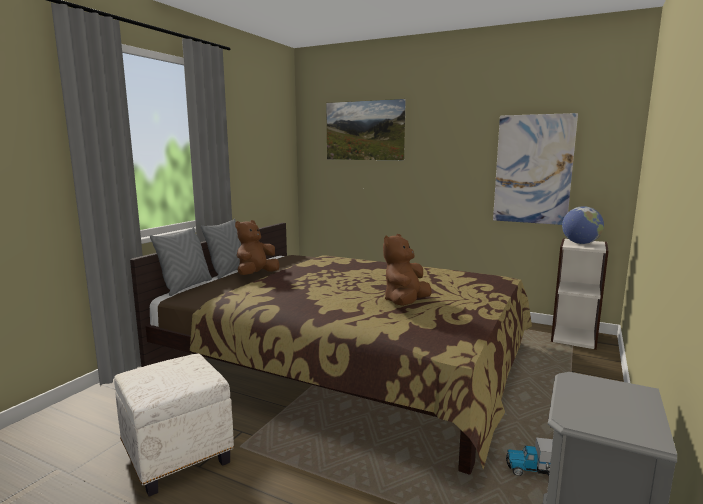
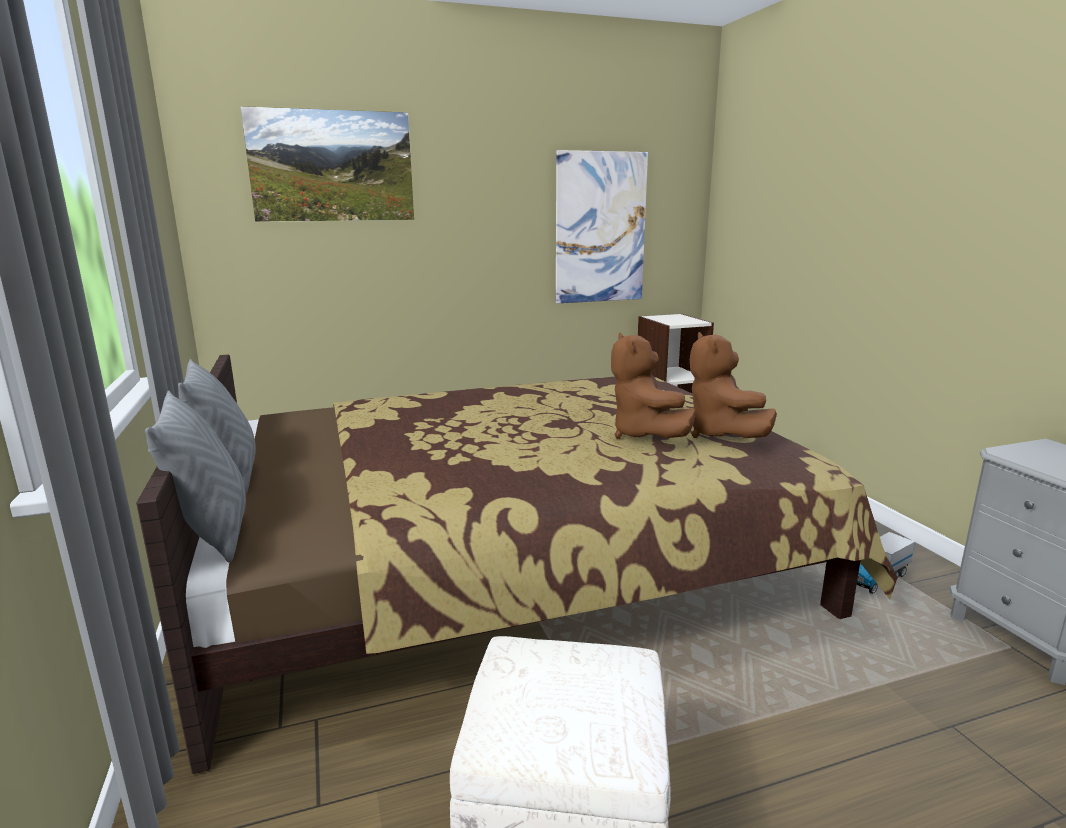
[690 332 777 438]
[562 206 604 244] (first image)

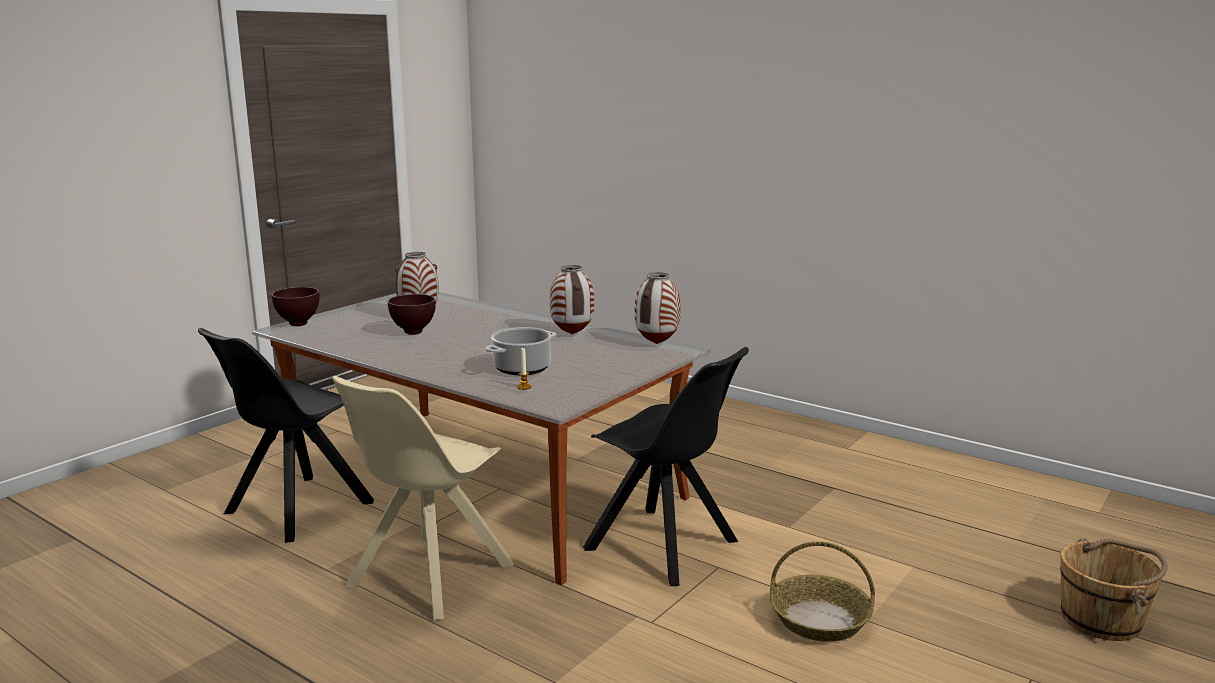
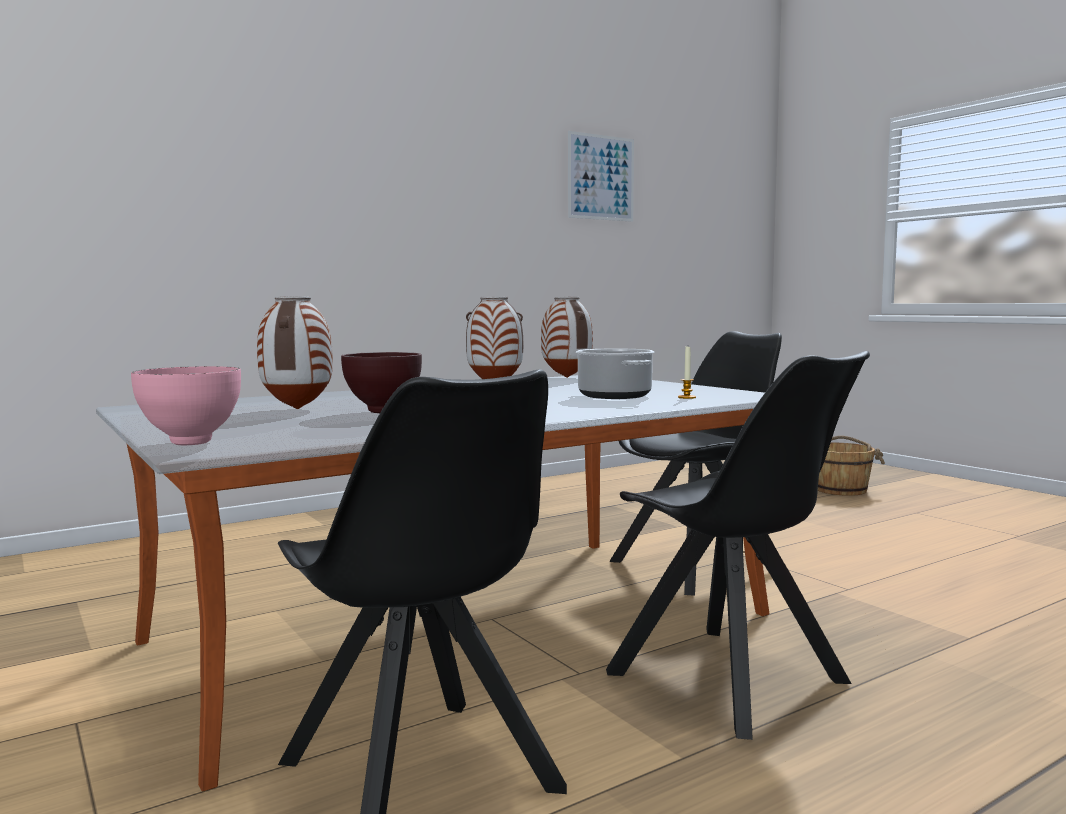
[131 366 241 445]
[568 131 634 222]
[606 351 870 740]
[770 541 875 642] (first image)

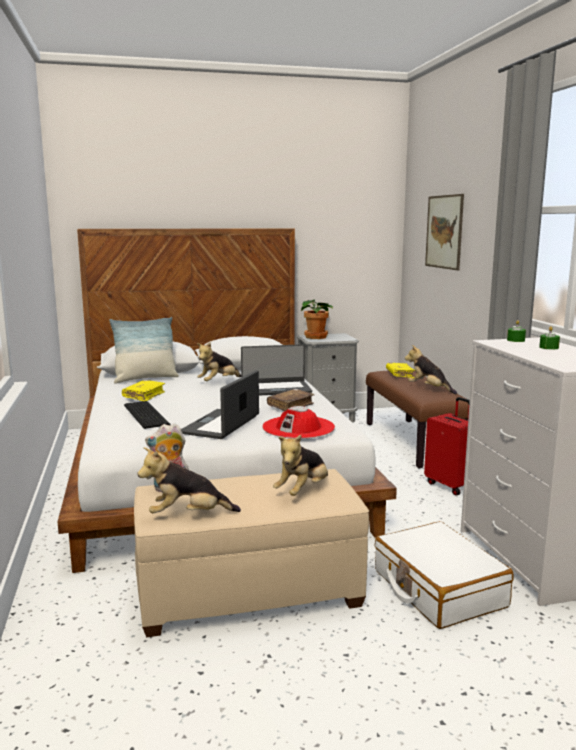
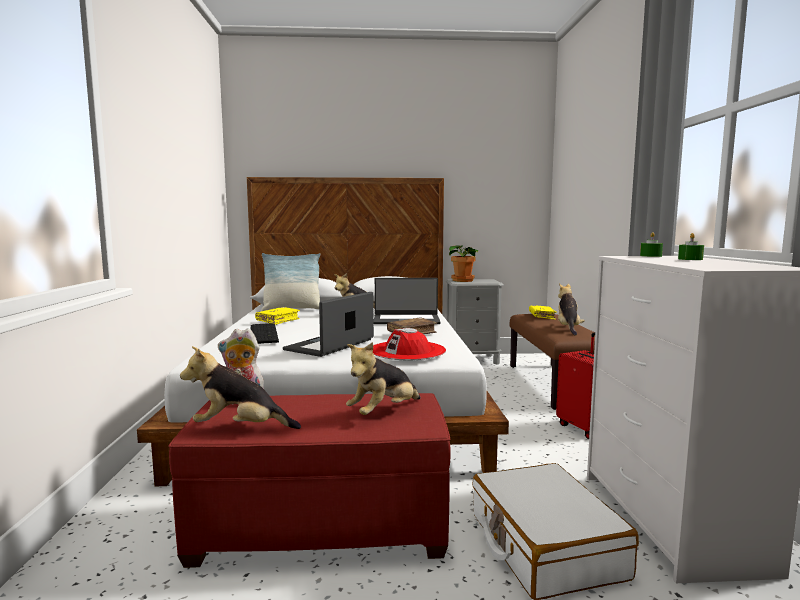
[168 393 451 568]
[558 283 585 336]
[425 194 464 270] (first image)

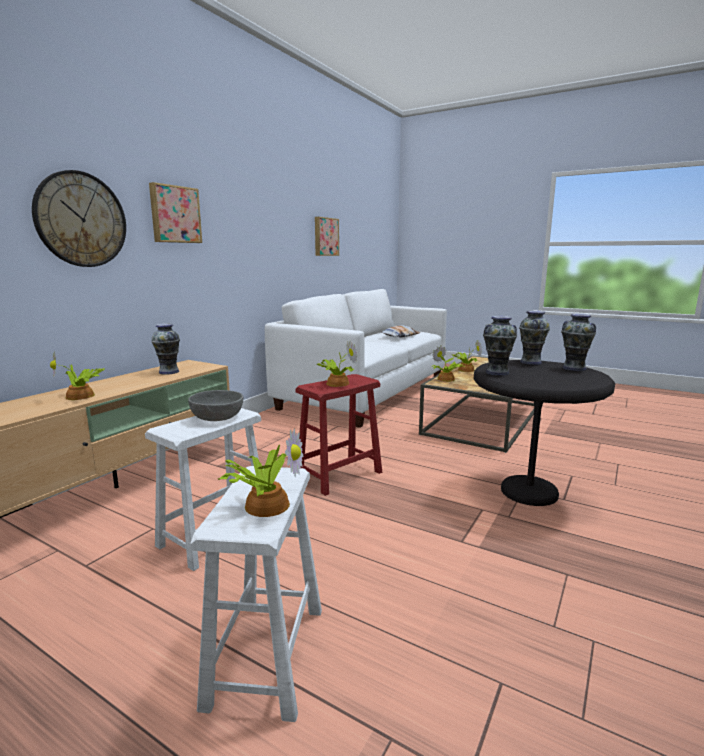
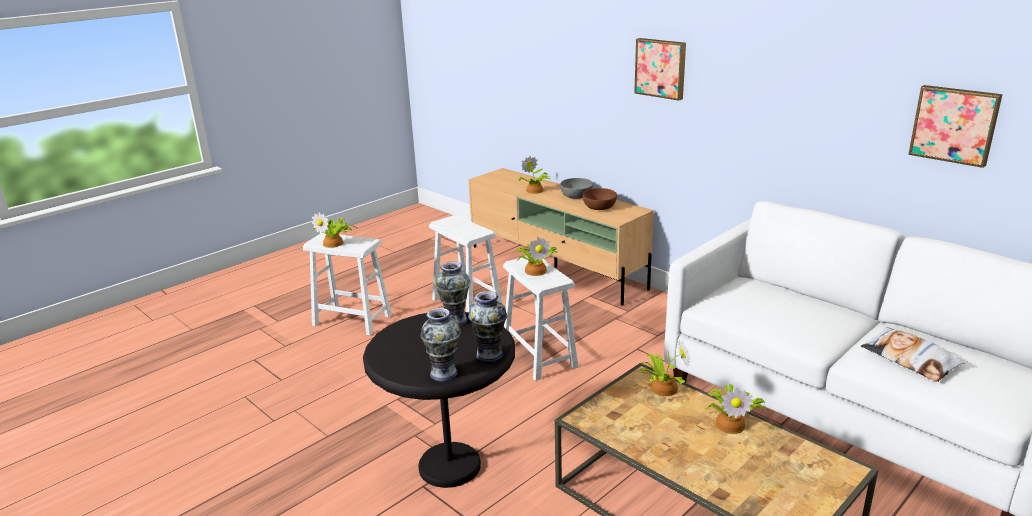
[503 256 579 381]
[560 178 593 199]
[583 188 617 210]
[32 170 126 267] (first image)

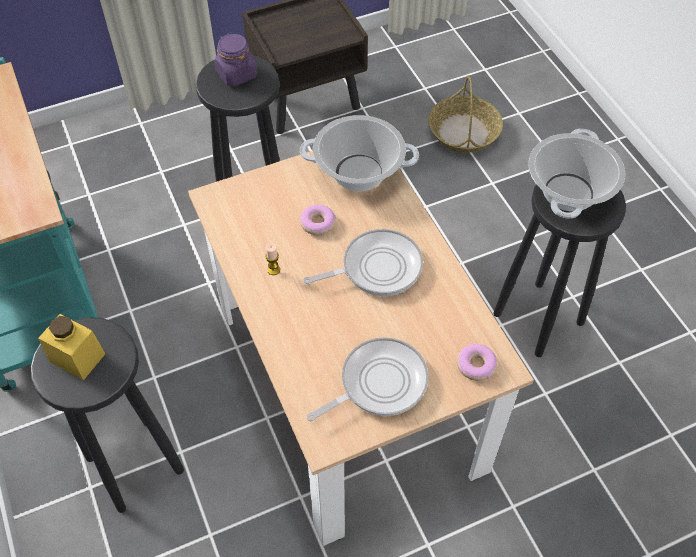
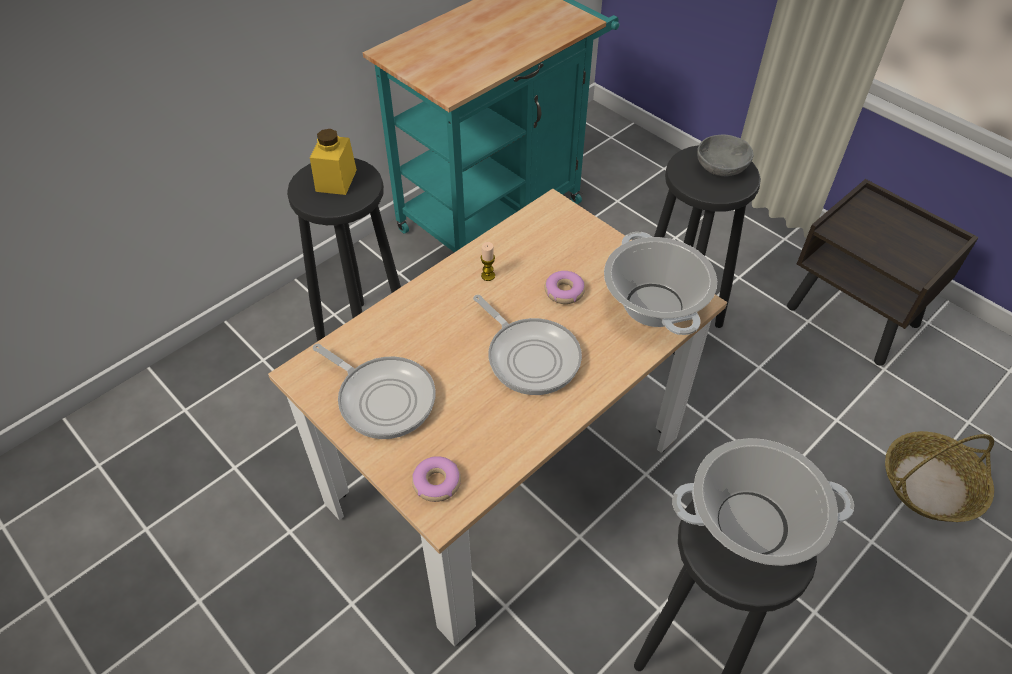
[697 135 754 176]

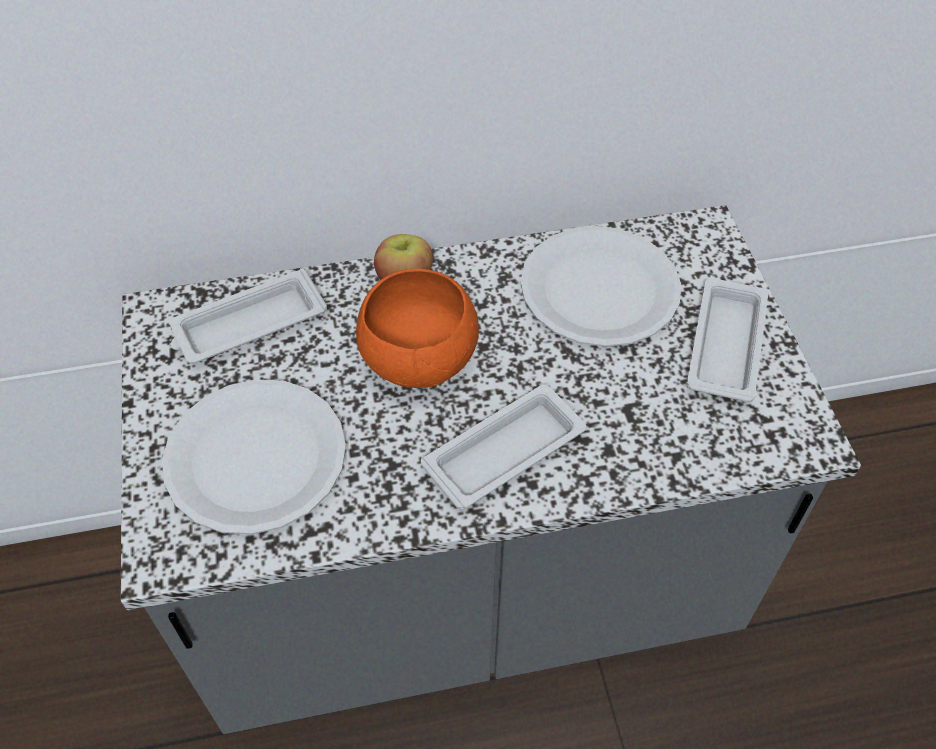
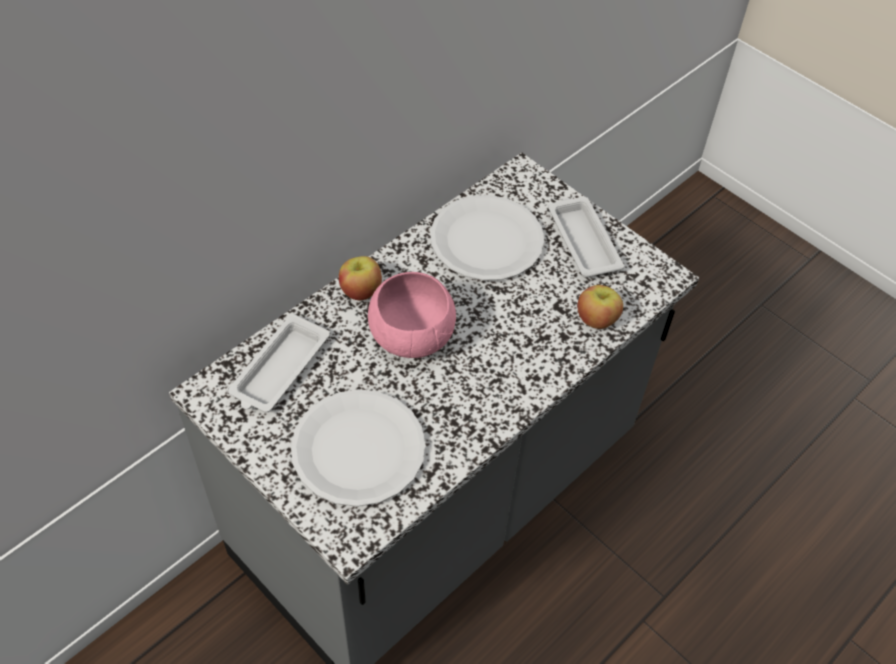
[368 272 456 358]
[577 285 623 329]
[421 385 586 510] (first image)

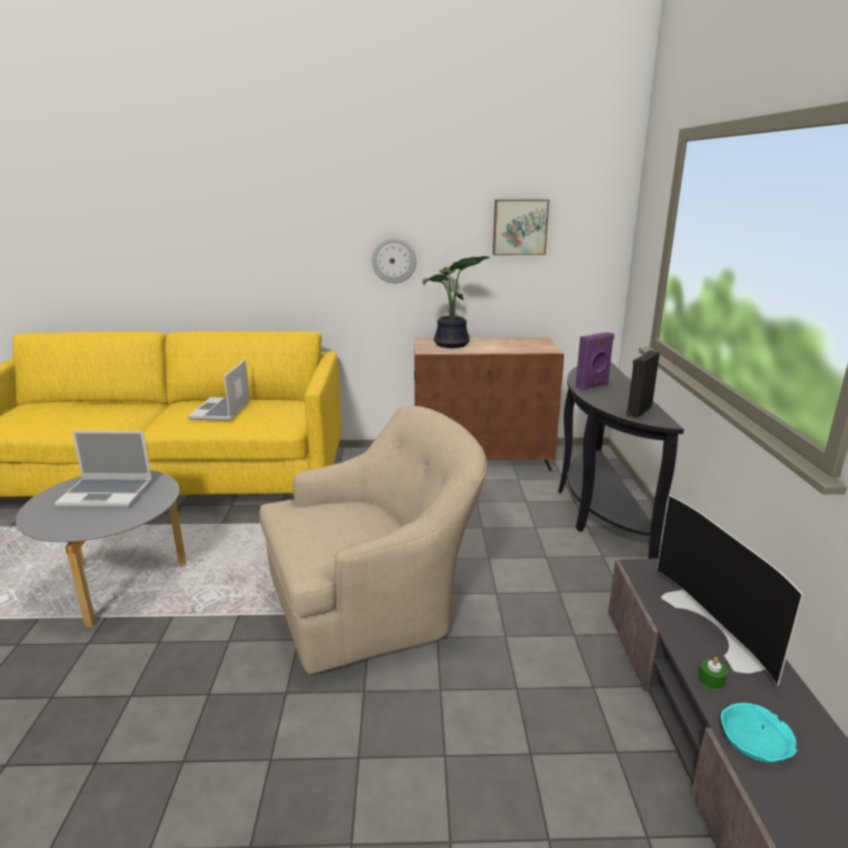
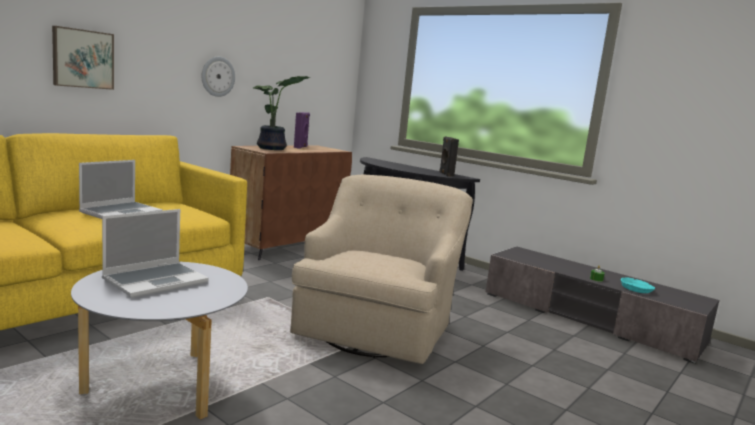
[52 26 114 90]
[79 160 163 219]
[294 112 310 149]
[656 495 803 685] (first image)

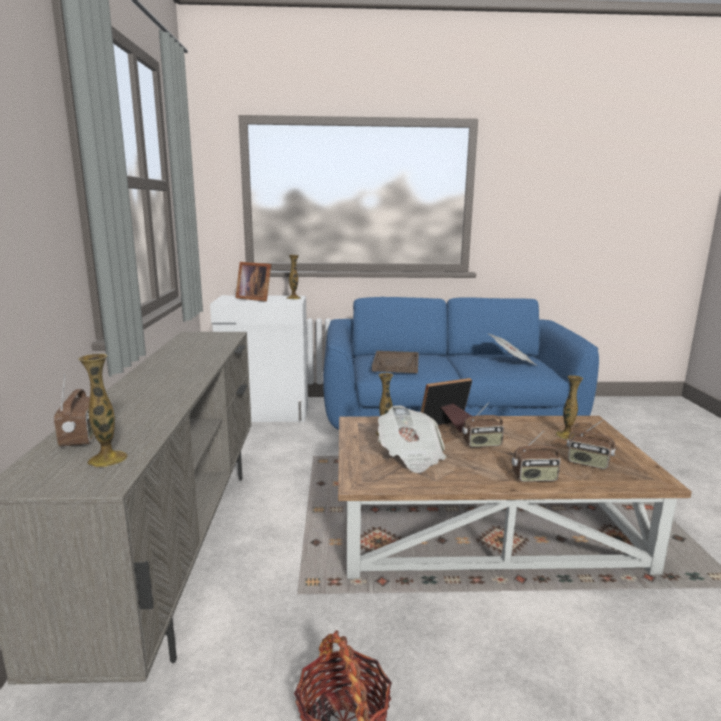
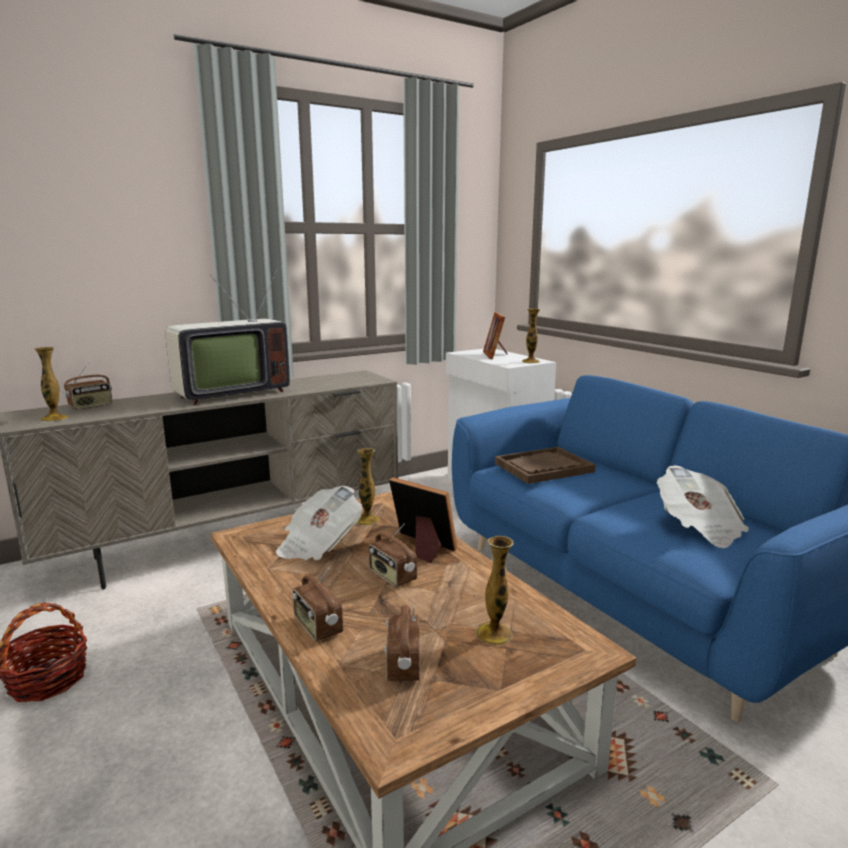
[165 268 290 405]

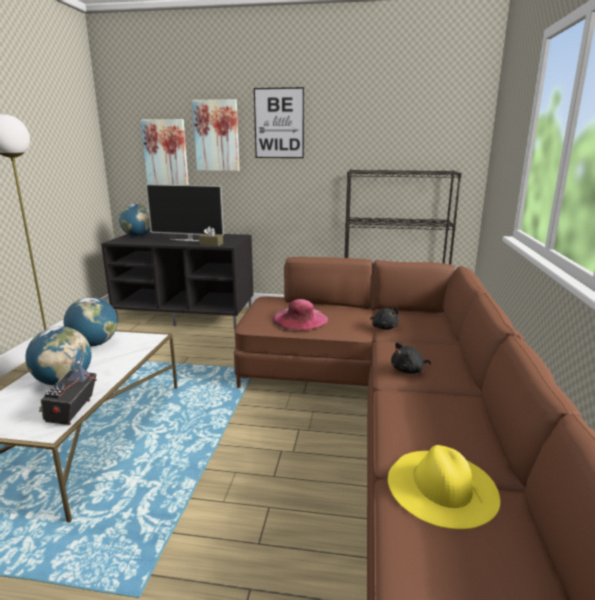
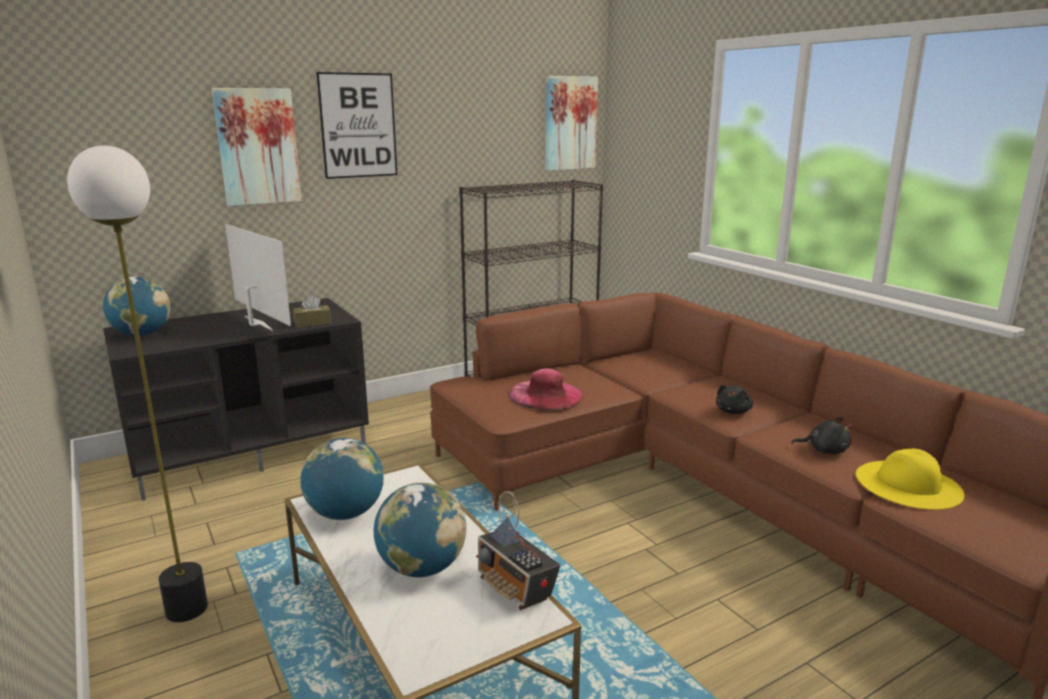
[225 224 291 331]
[545 76 598 171]
[792 417 852 454]

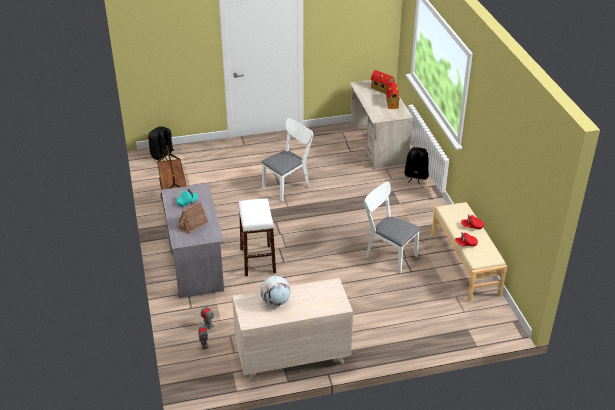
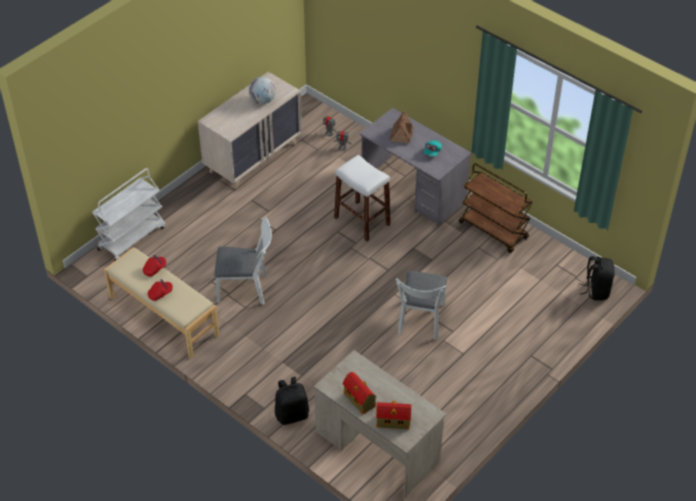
[92 168 165 261]

